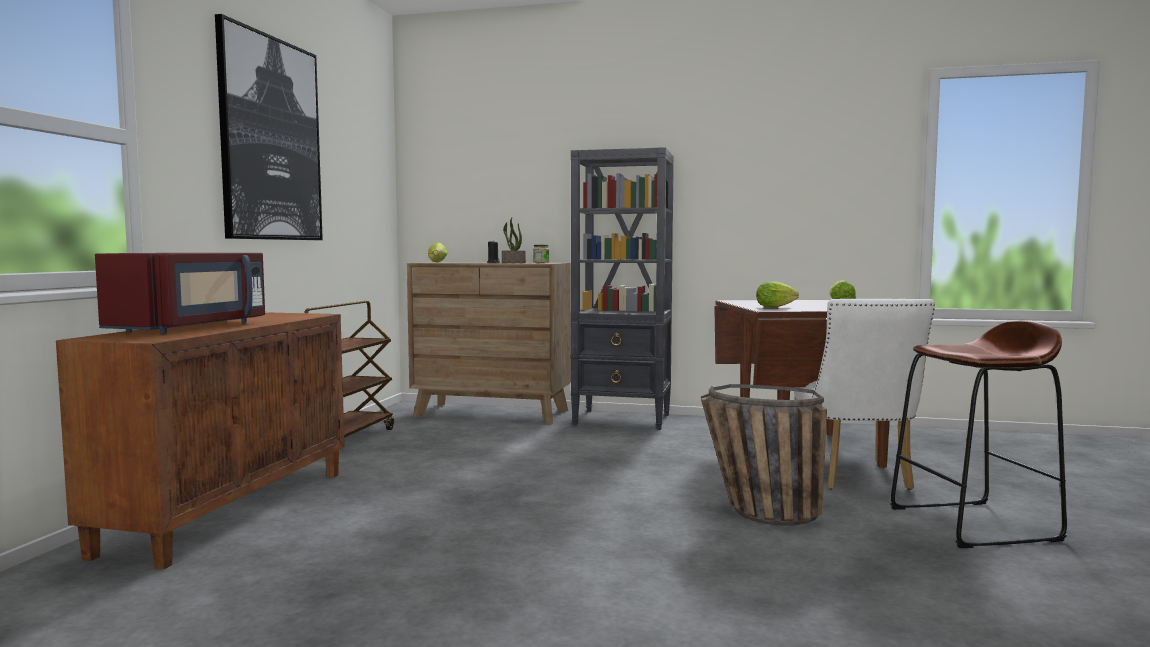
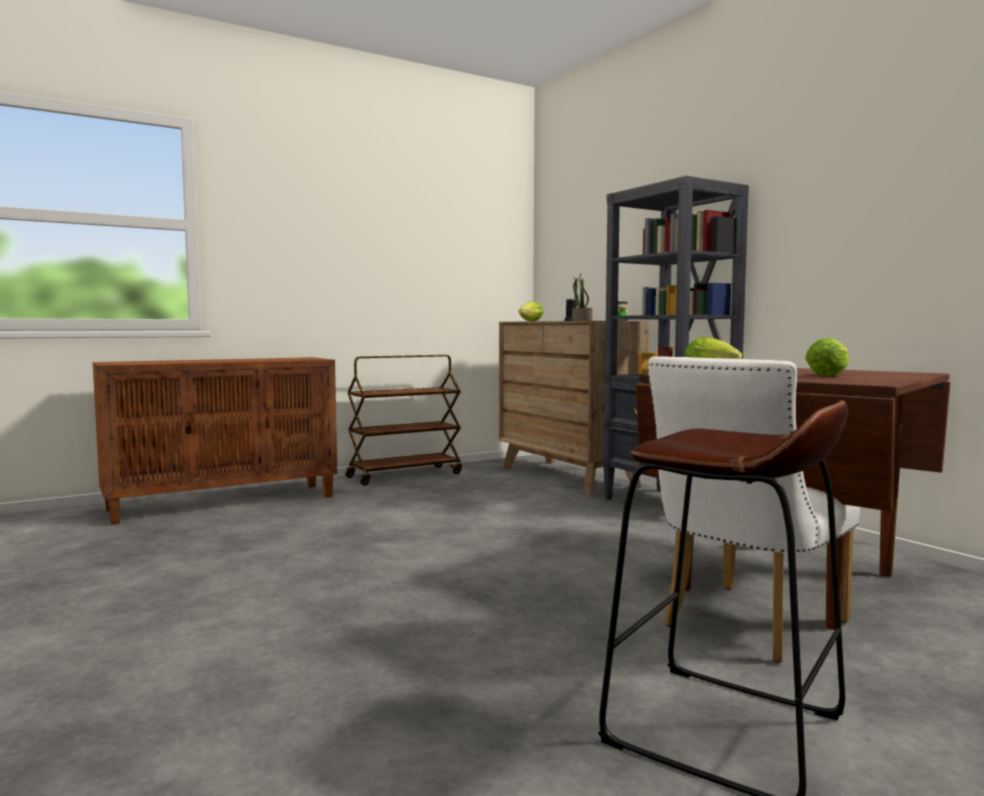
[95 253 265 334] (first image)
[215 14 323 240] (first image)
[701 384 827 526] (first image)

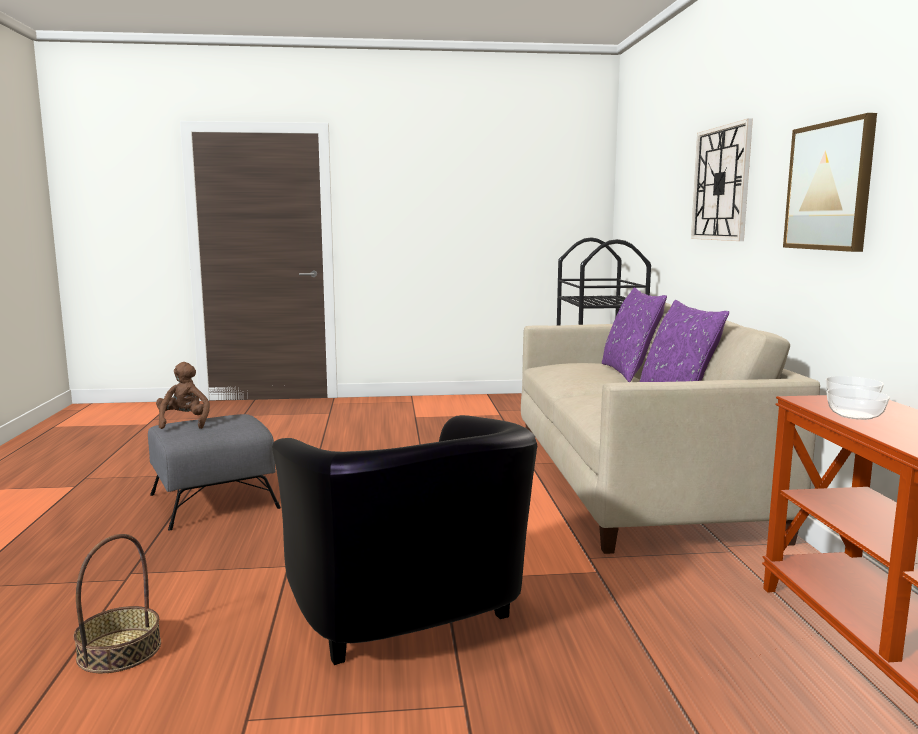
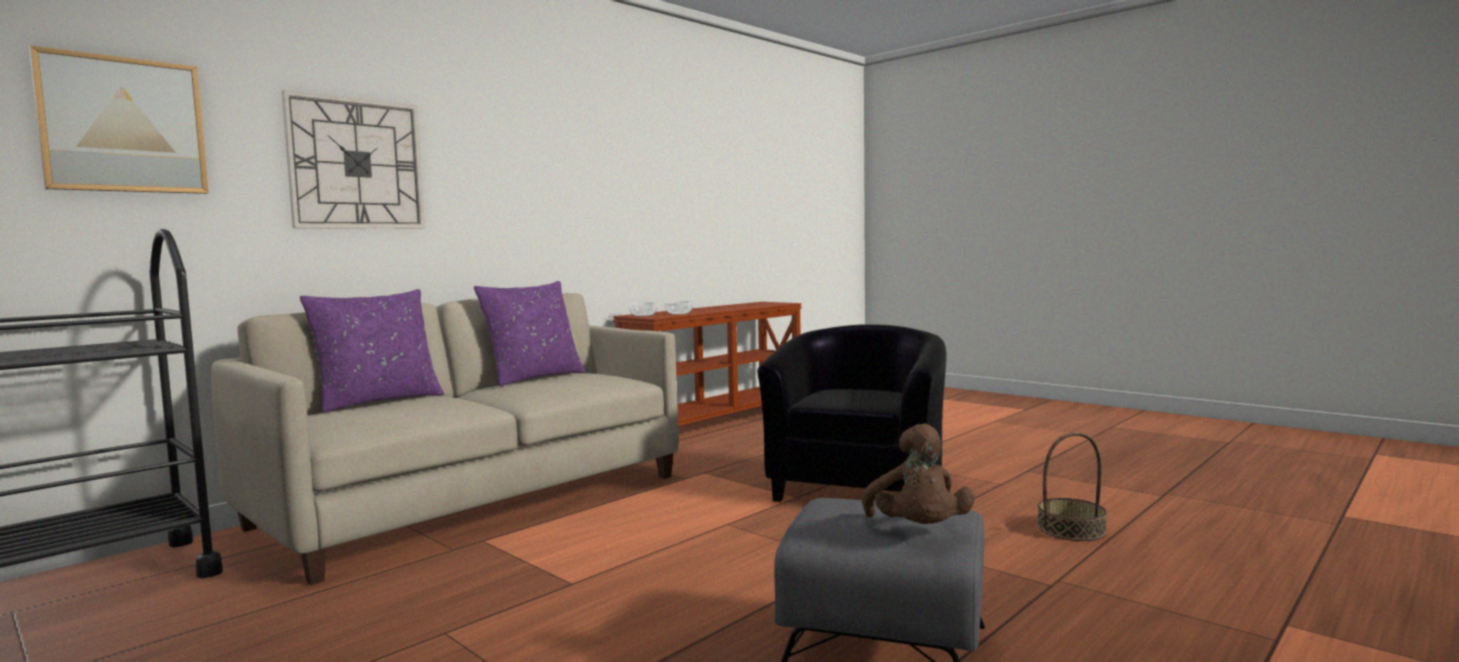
[29 46 209 194]
[862 423 975 524]

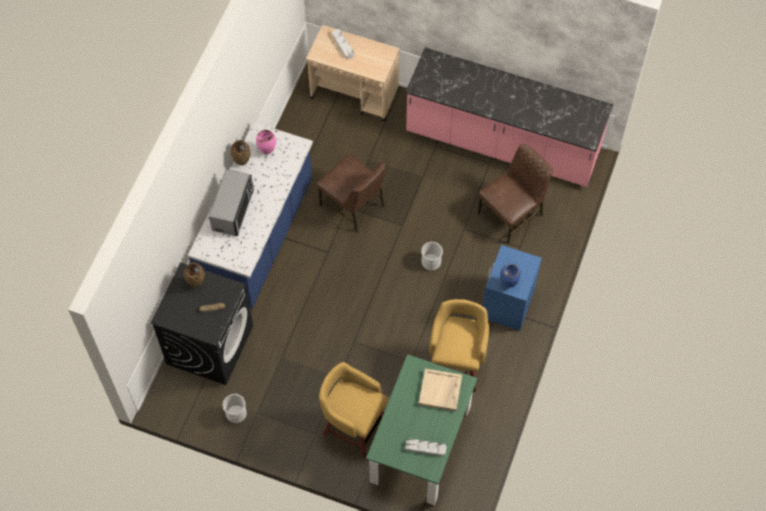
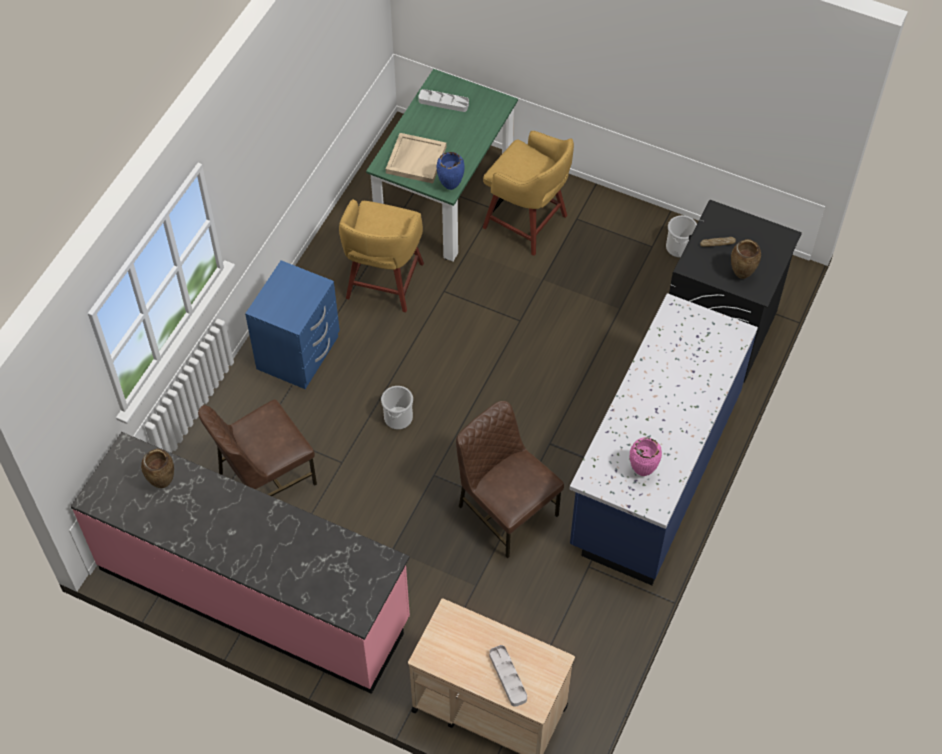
[141 449 174 488]
[437 152 465 190]
[209 169 254 236] (first image)

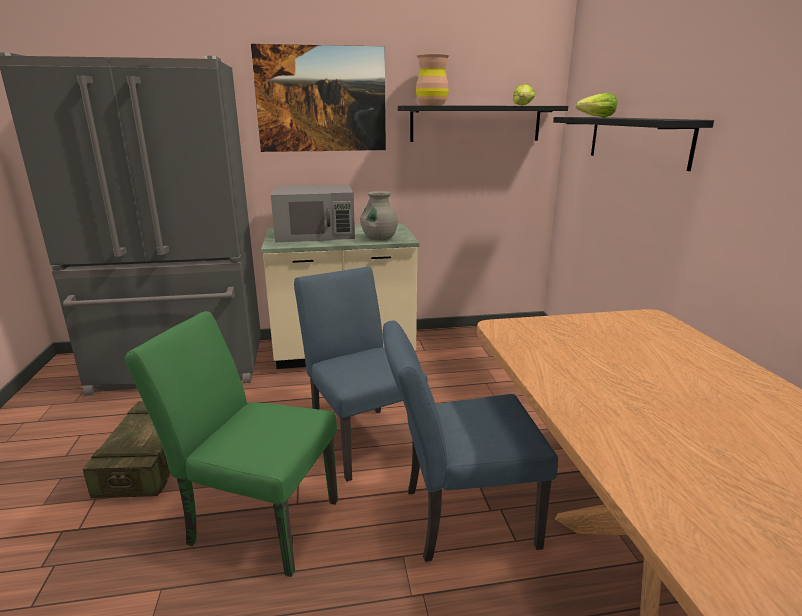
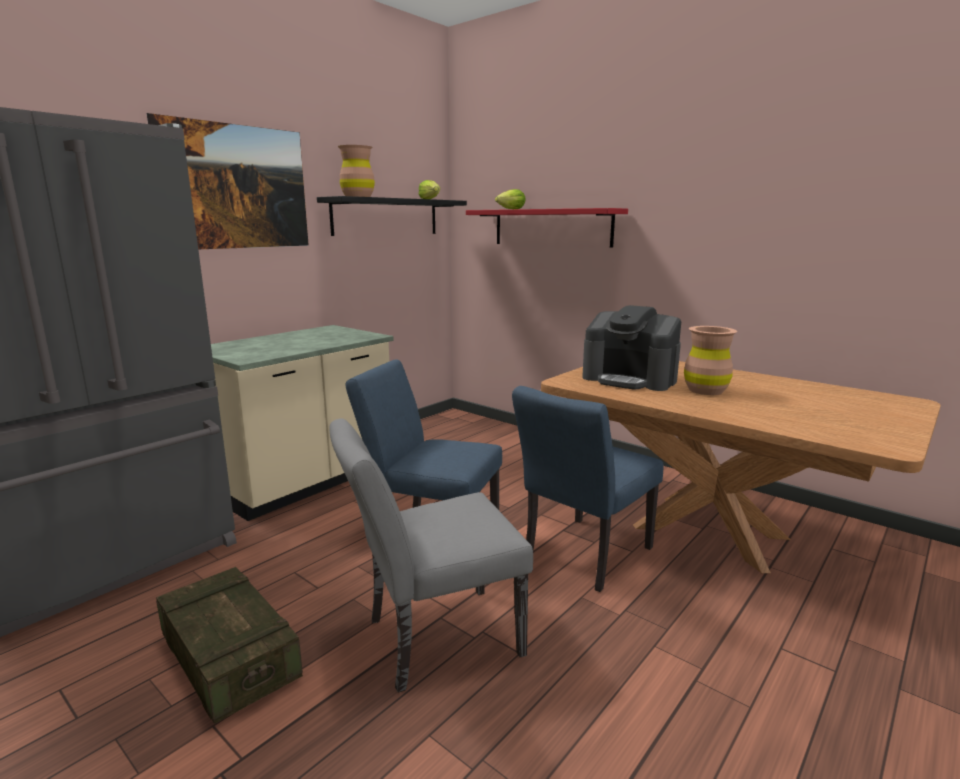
[329 418 533 693]
[466 208 628 247]
[582 305 681 391]
[684 326 737 395]
[271 184 355 243] (first image)
[360 191 398 240] (first image)

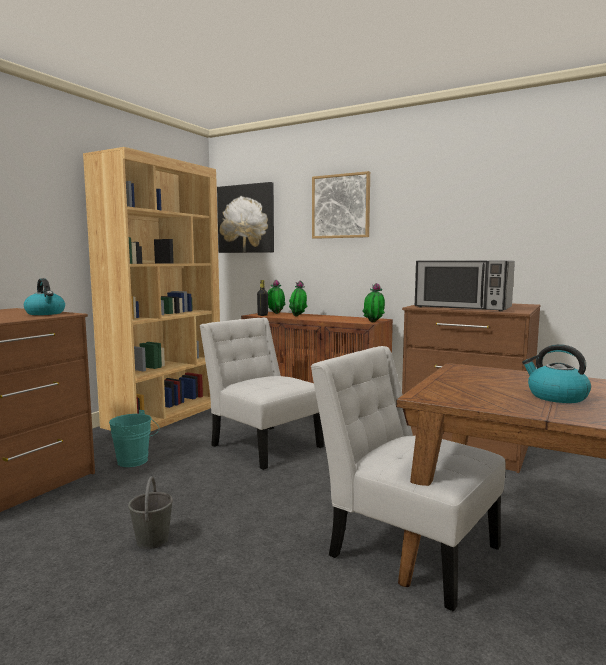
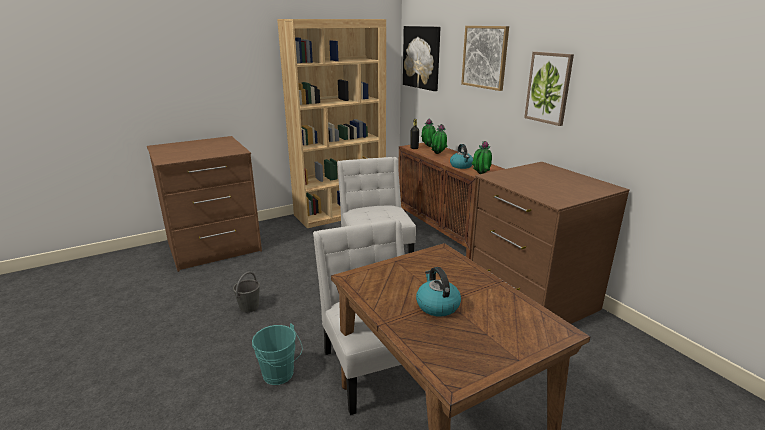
[252 323 302 385]
[450 144 473 169]
[524 52 574 126]
[415 260 515 311] (first image)

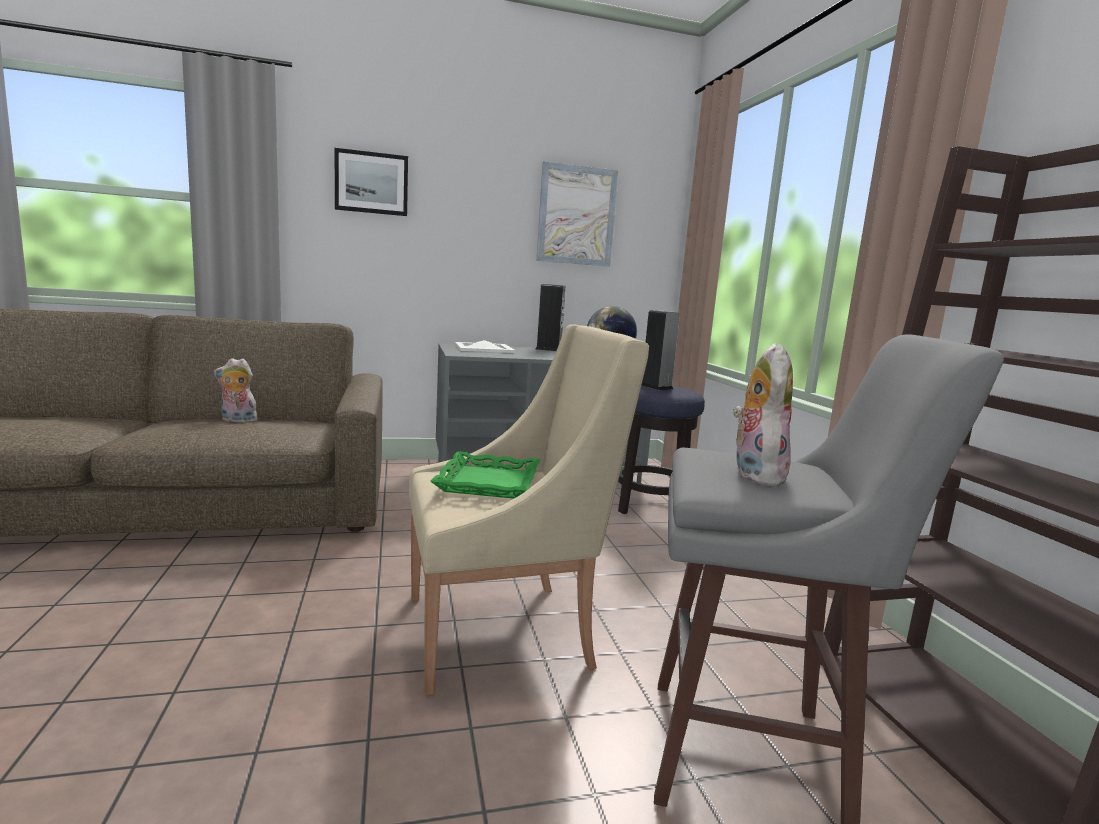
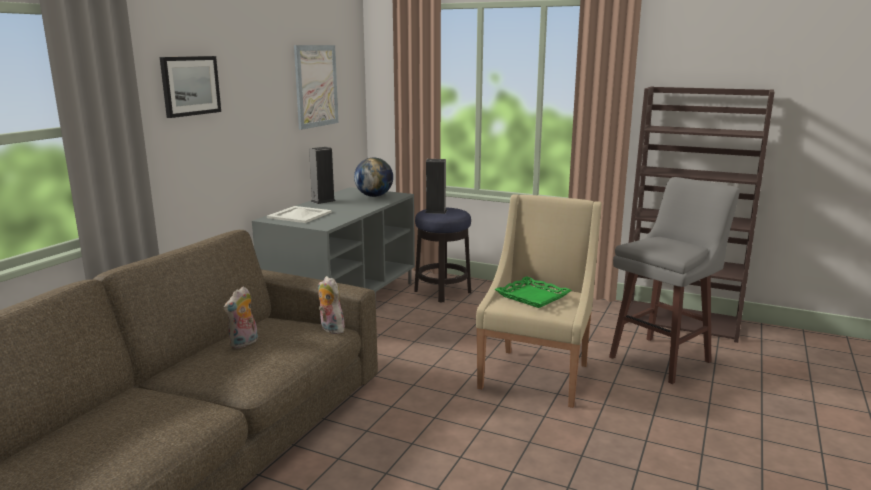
[318 276 346 334]

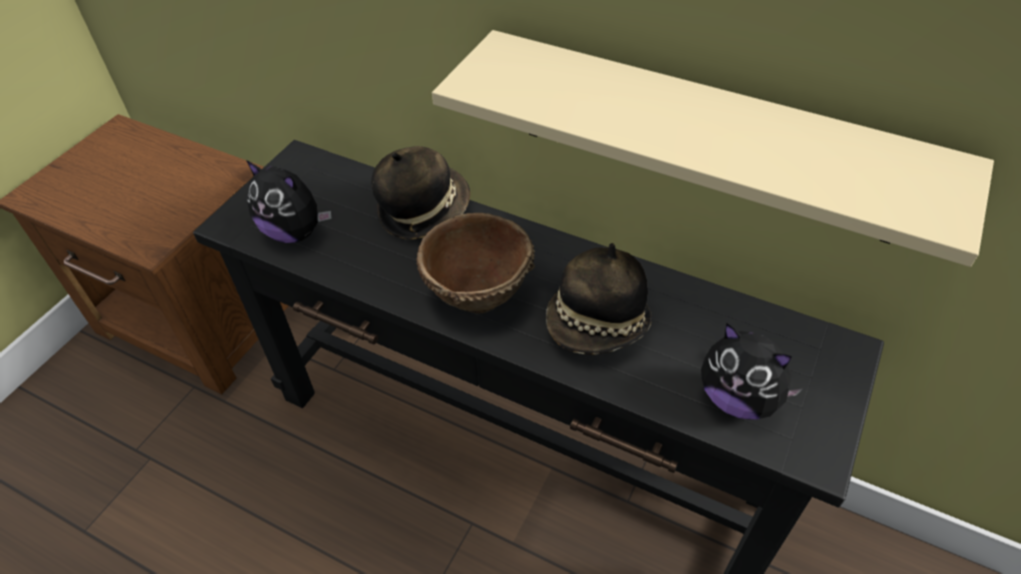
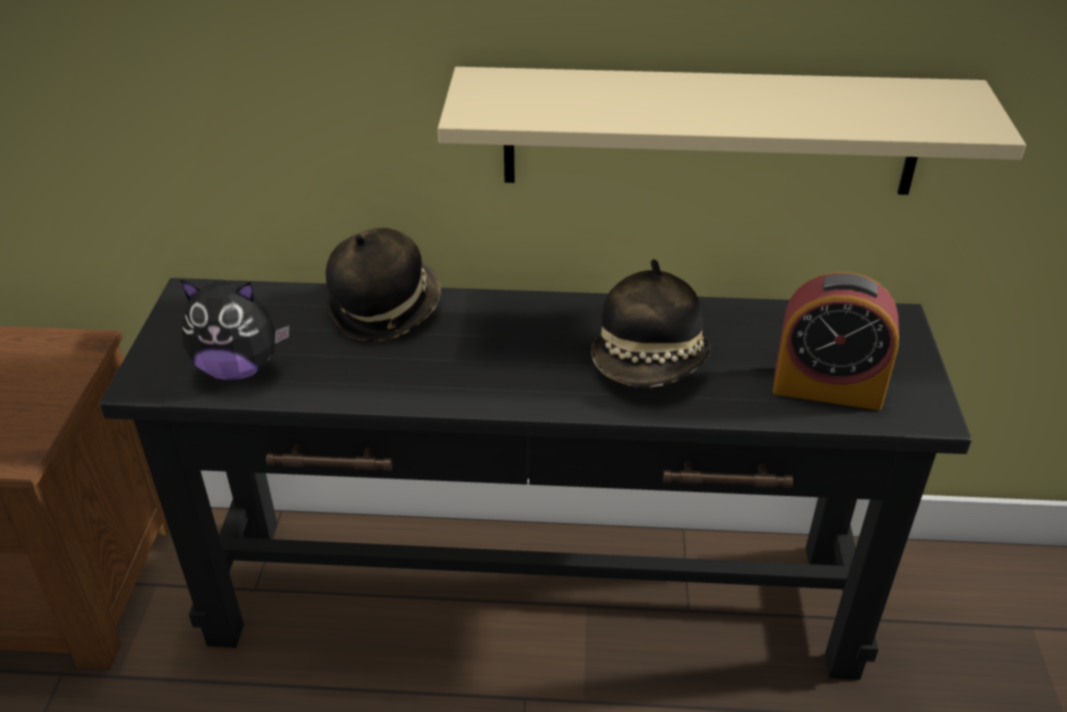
[773 272 899 410]
[416 213 535 314] (first image)

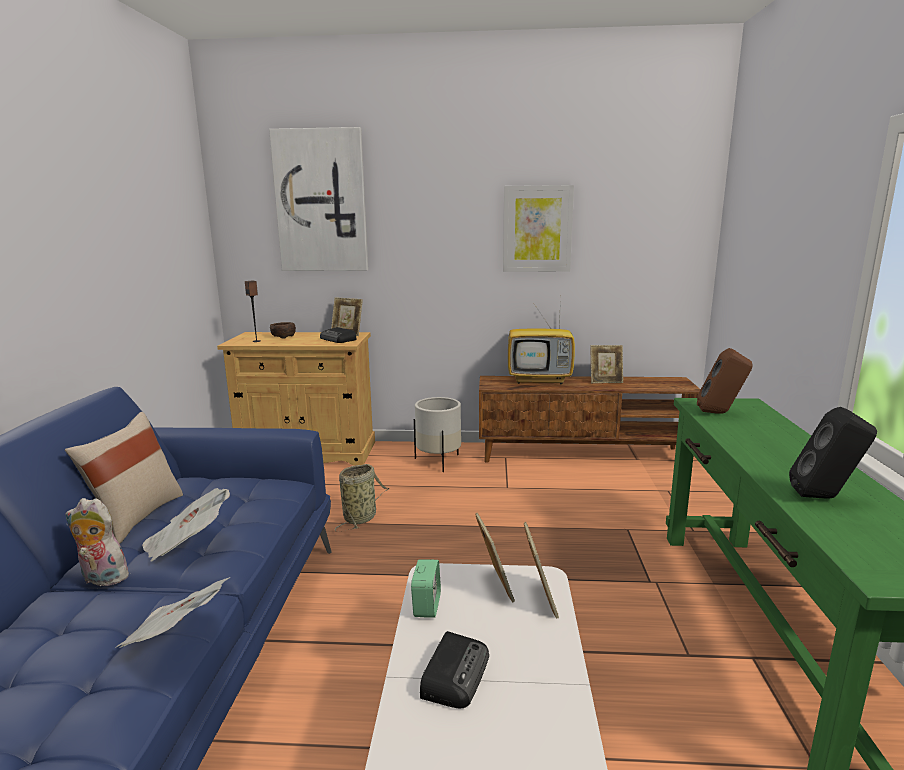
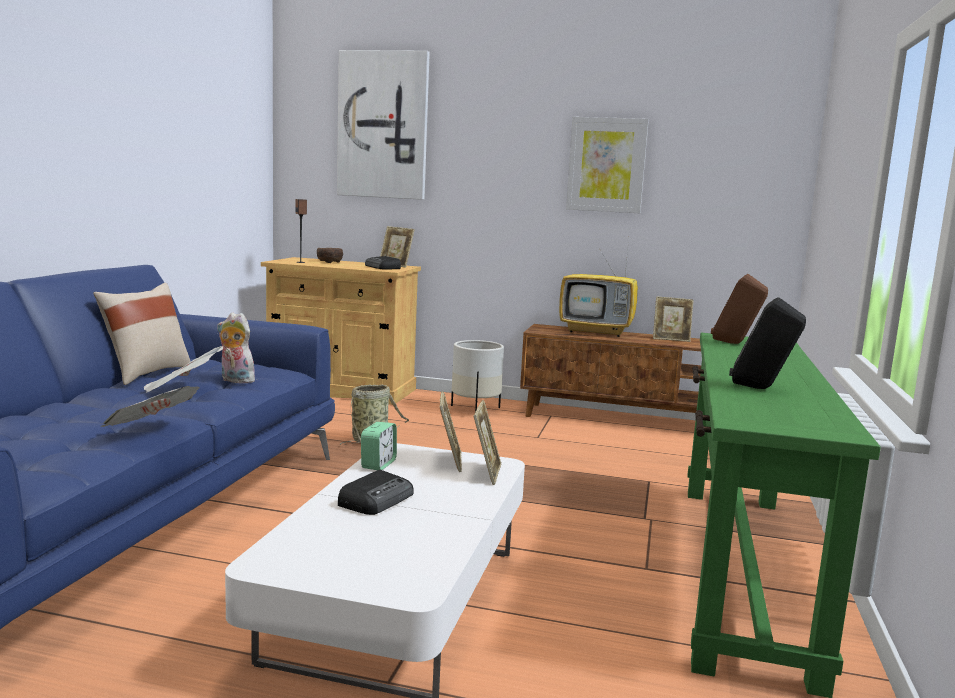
[217 312 255 384]

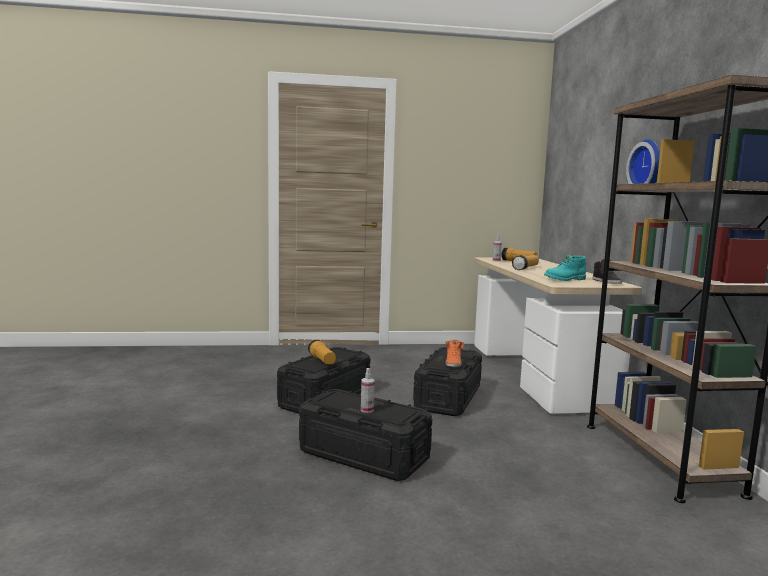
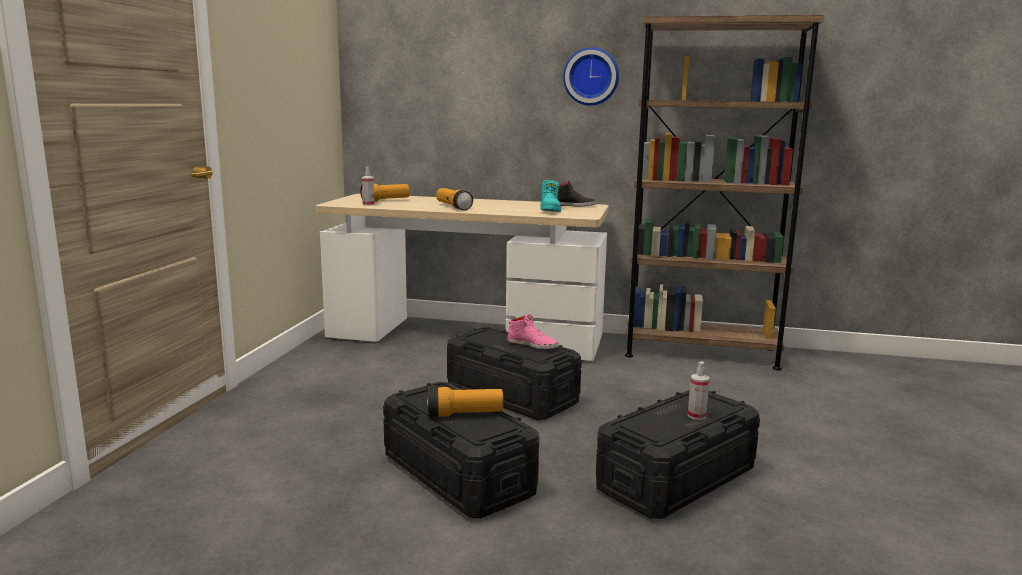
[507 314 559 349]

